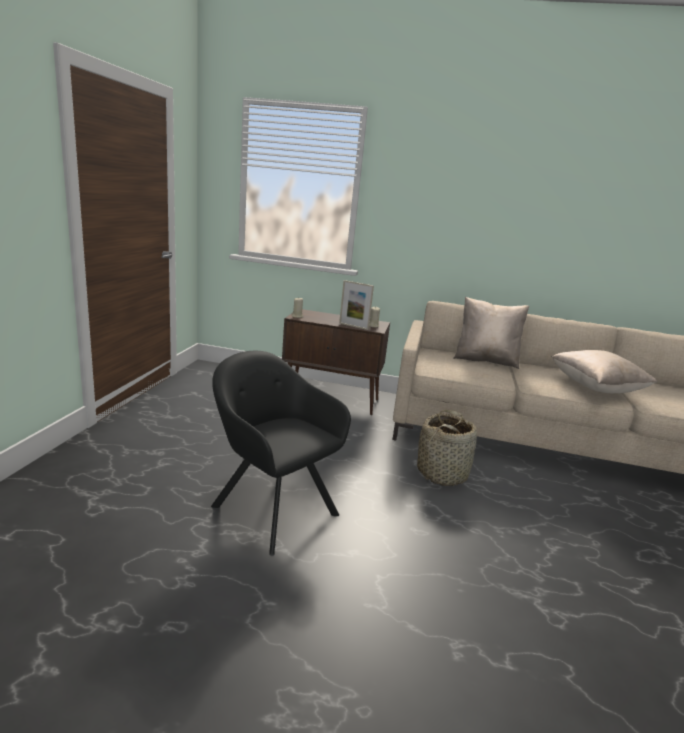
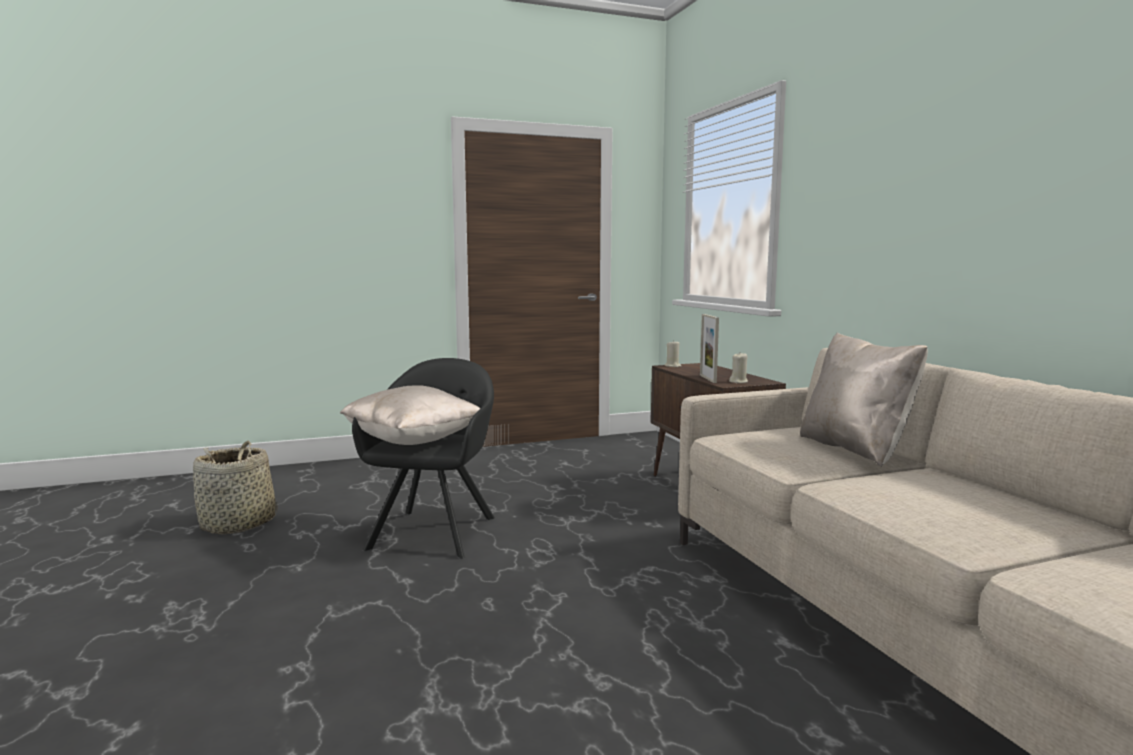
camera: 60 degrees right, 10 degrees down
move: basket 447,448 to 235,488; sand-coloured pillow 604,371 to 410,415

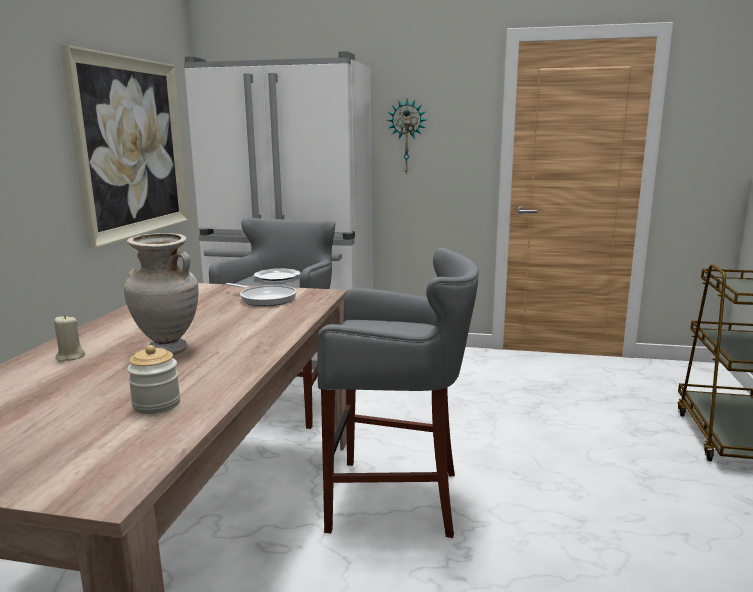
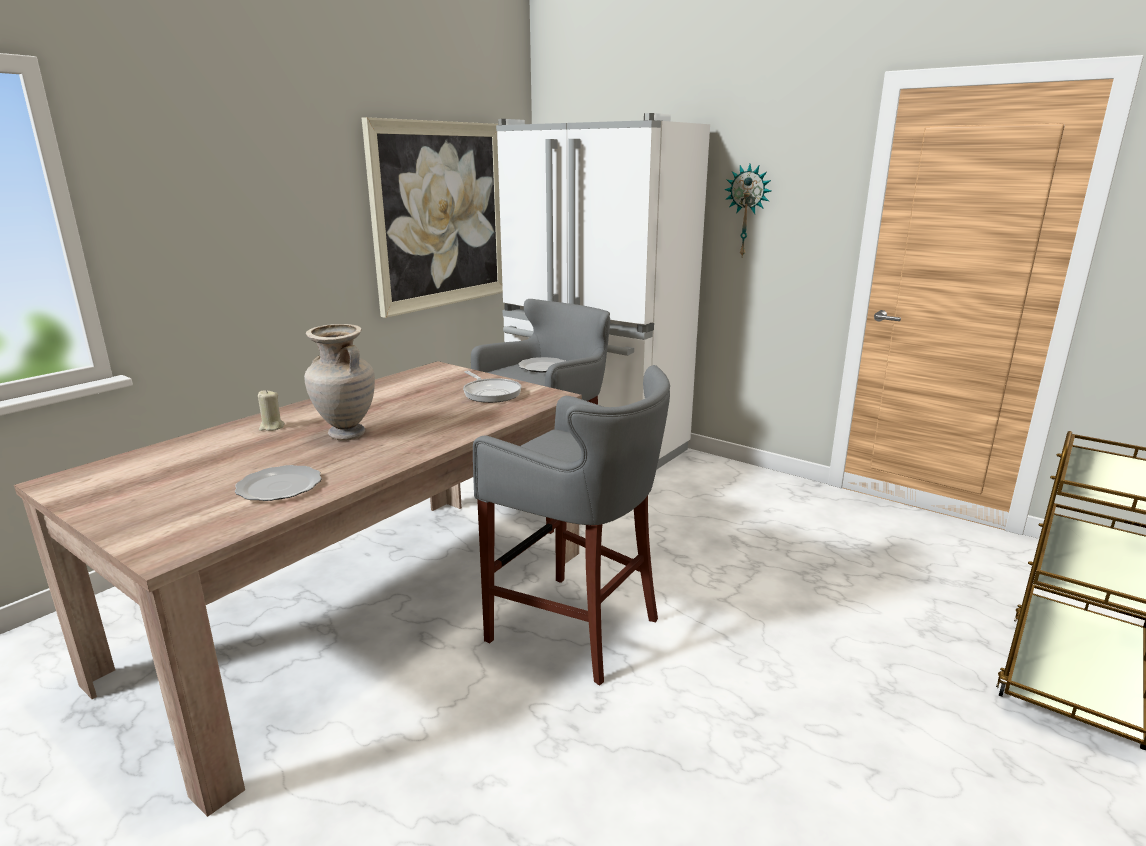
camera: 25 degrees right, 5 degrees up
replace: storage jar 154,379 to plate 278,483

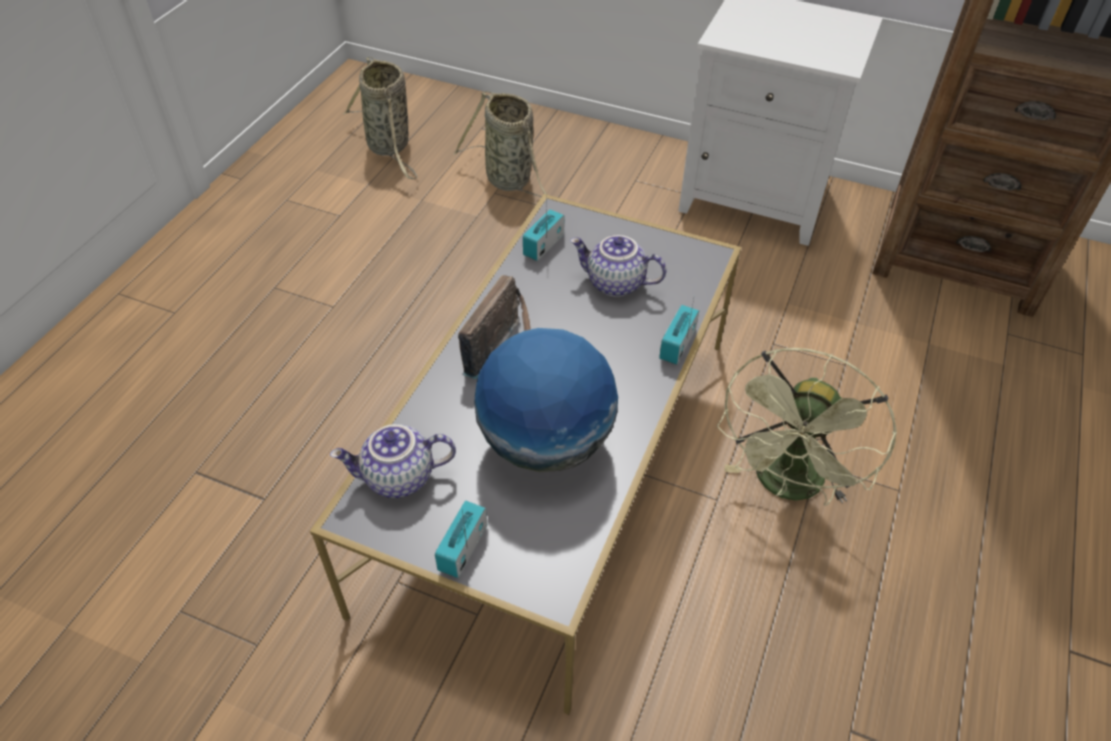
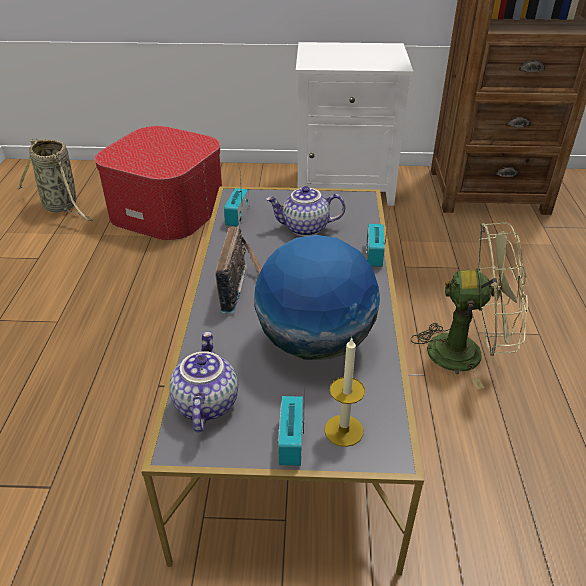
camera: 20 degrees left, 10 degrees down
insert: wax light 344,392
replace: basket 500,144 to footrest 158,183
rotate: pot for tea 393,461 = 203,381 120 degrees clockwise; green-coloured electric fan 807,427 = 469,306 90 degrees counterclockwise

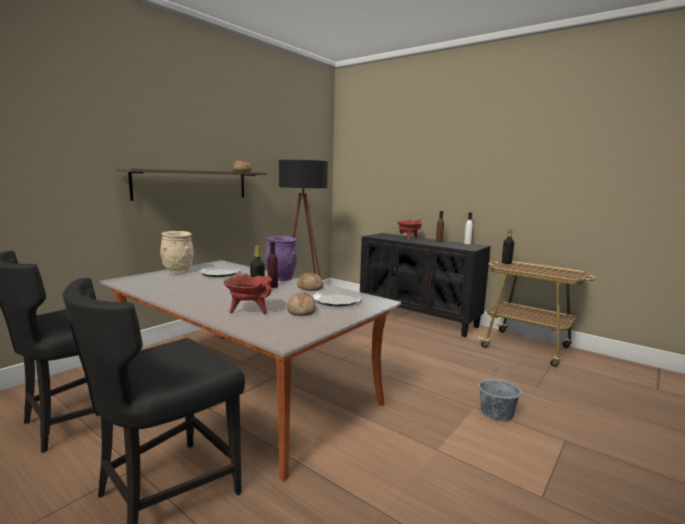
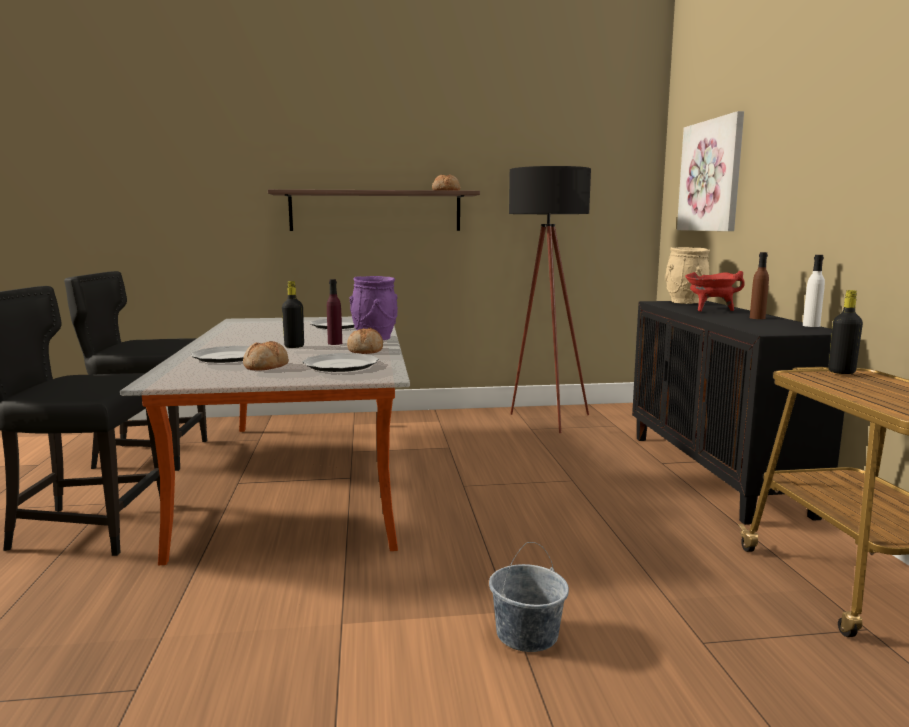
camera: 45 degrees right, 0 degrees up
insert: picture 710,171
move: sand-coloured vase 177,253 to 687,275
replace: reddish saucepot 247,293 to plate 220,354

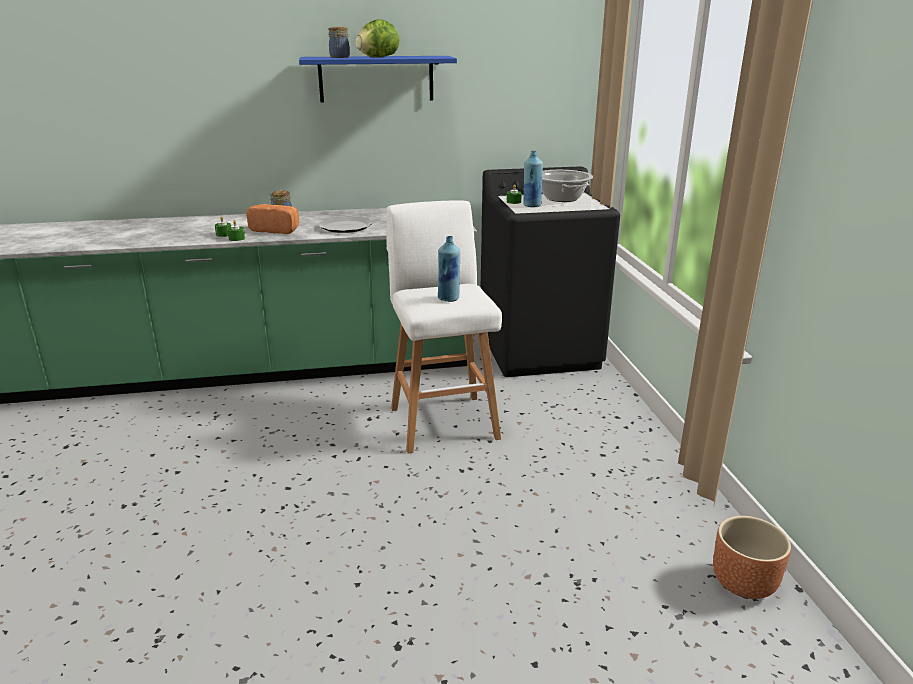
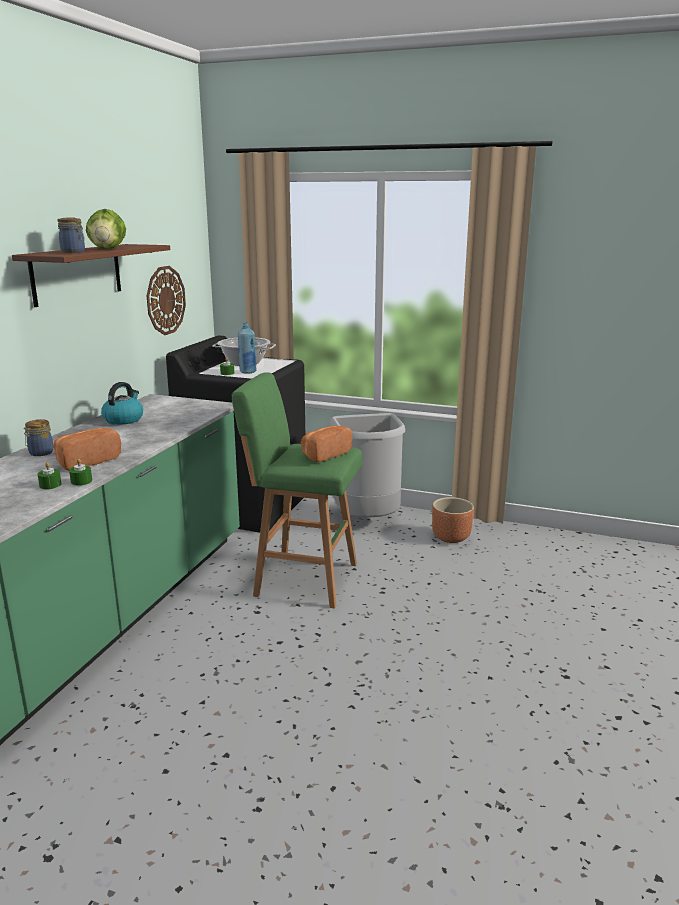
camera: 60 degrees left, 5 degrees down
delete: plate 345,224
insert: tea kettle 122,403; clock on the wall 166,300; grey waste bin 367,465
move: brown-coloured plant pot 752,557 to 453,520
replace: bluish drink bottle 449,269 to bakery bread 326,444
recolor: bluish shelf 378,79 to brown-coloured shelf 91,275; whitish sitting stool 444,326 to green-coloured sitting stool 297,490

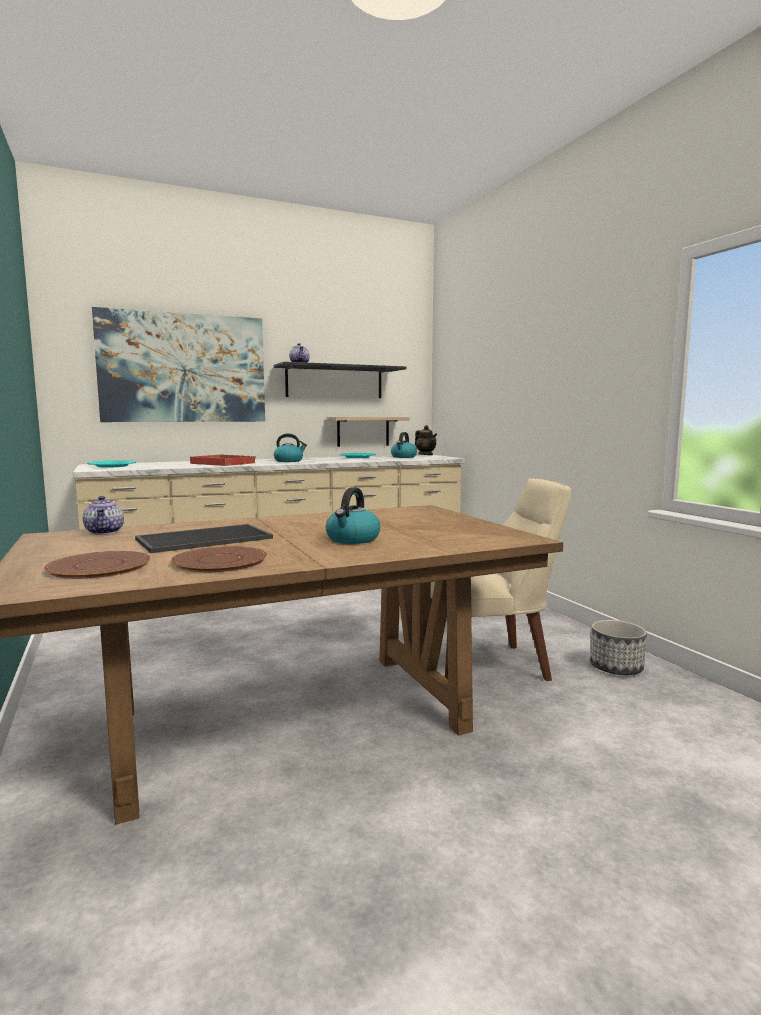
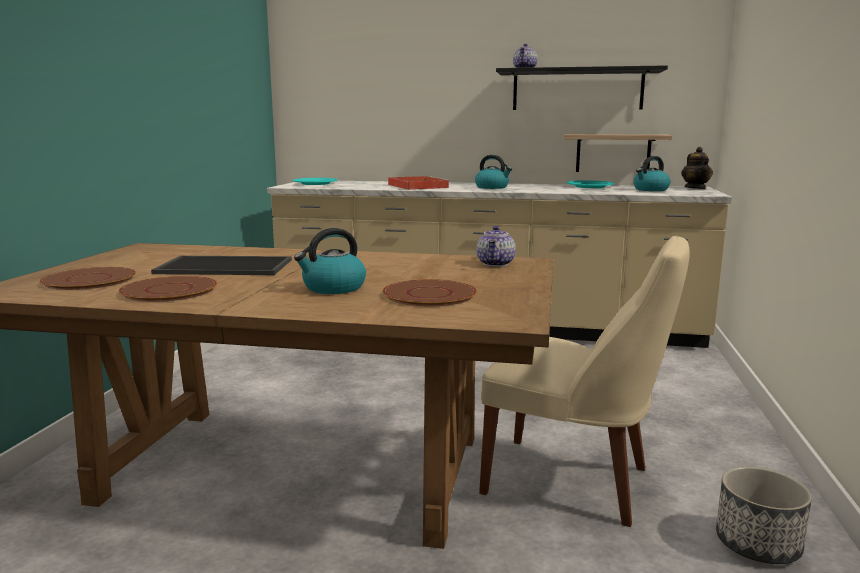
camera: 35 degrees right, 5 degrees up
delete: picture 178,364
insert: brown-coloured plate 429,292
move: pot for tea 103,515 to 496,246

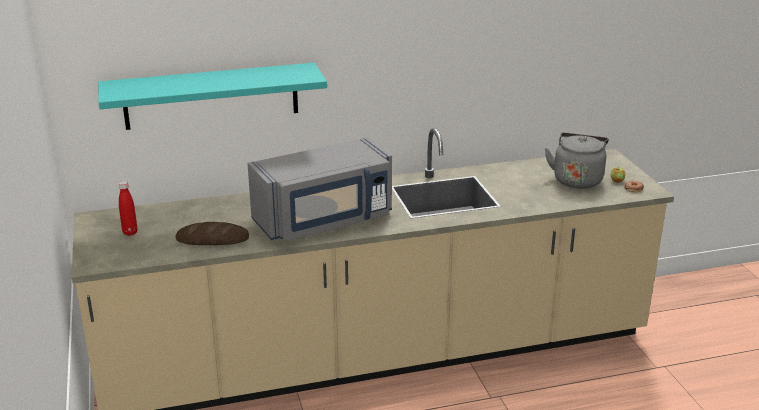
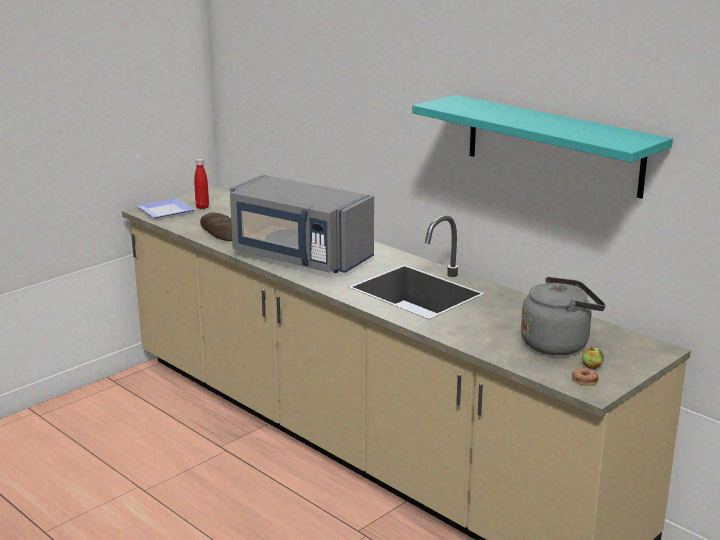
camera: 60 degrees right, 5 degrees down
insert: plate 165,208
move: blue-green shelf 212,96 to 542,147

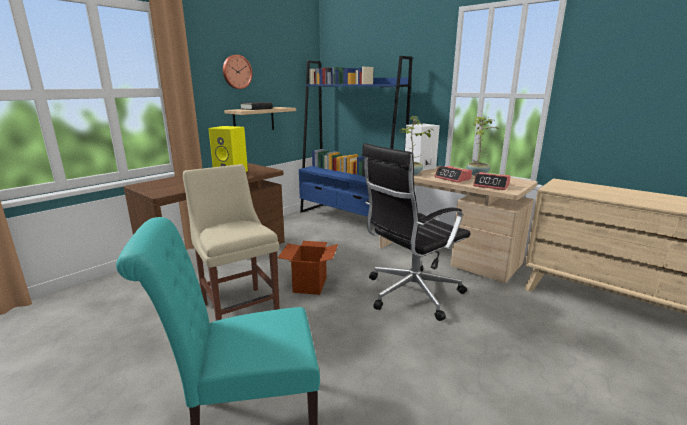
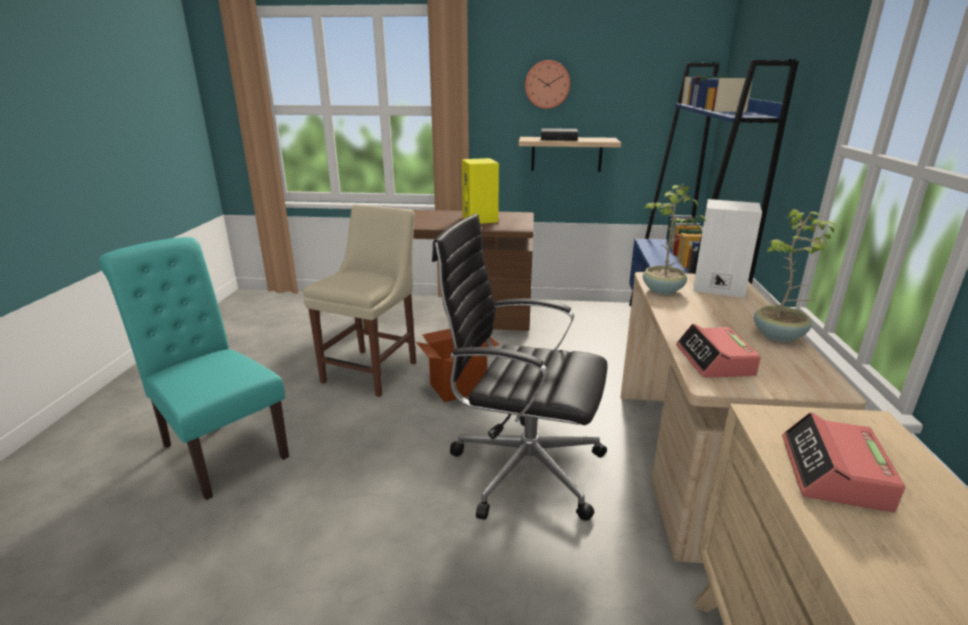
camera: 55 degrees right, 5 degrees up
move: bedside clock 453,174 to 843,462

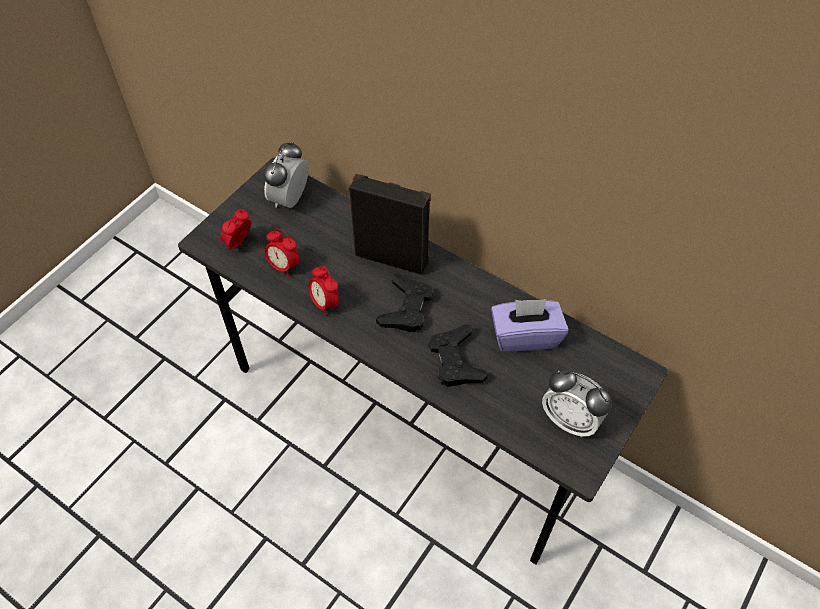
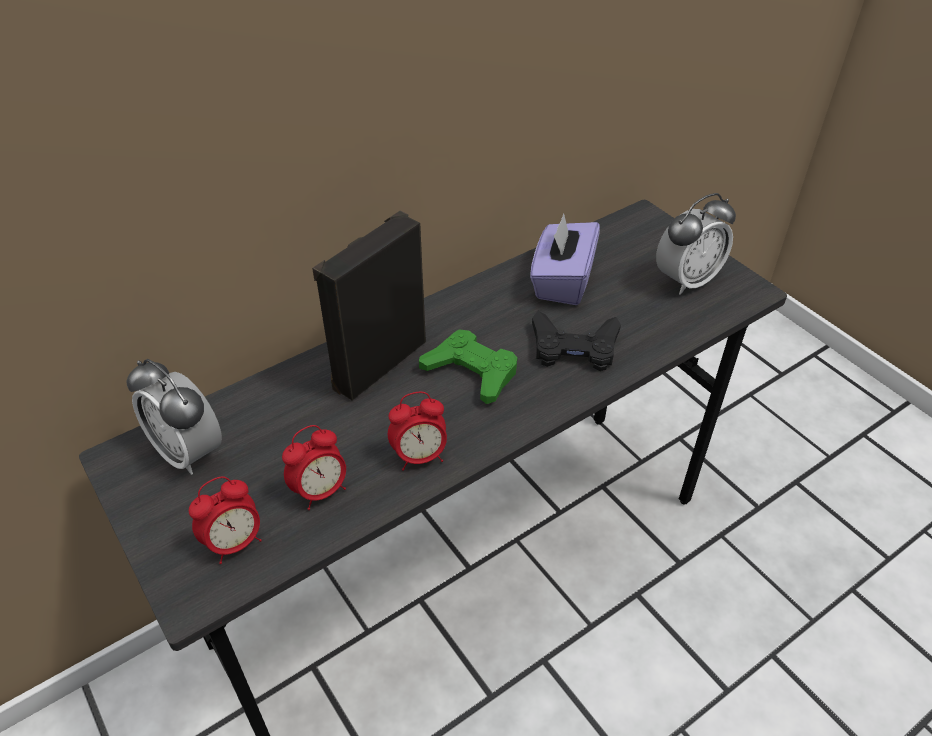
camera: 70 degrees left, 10 degrees down
recolor: black-coloured joypad 405,303 to green-coloured joypad 468,366
rotate: bedside clock 235,229 = 225,520 90 degrees counterclockwise

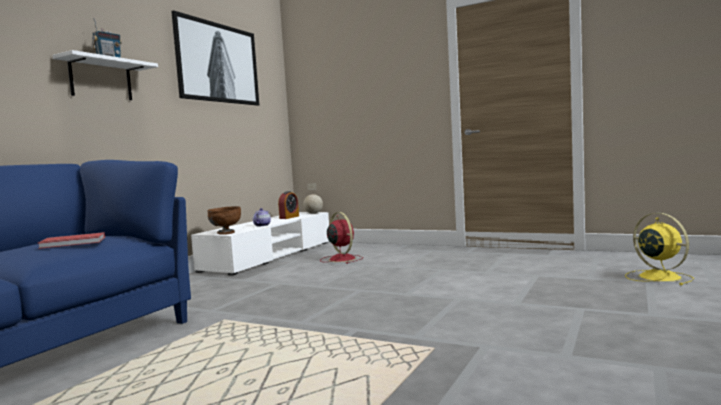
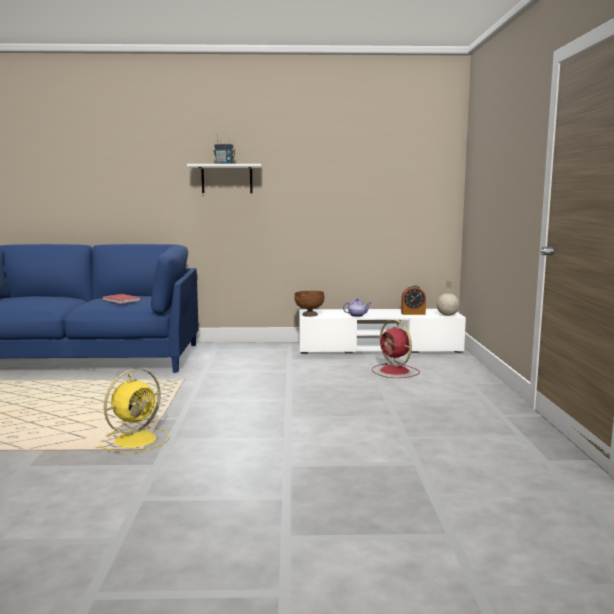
camera: 60 degrees right, 5 degrees up
delete: picture 215,58
move: yellow-coloured electric fan 659,249 to 134,411
rotate: reddish electric fan 341,238 = 396,349 120 degrees clockwise

